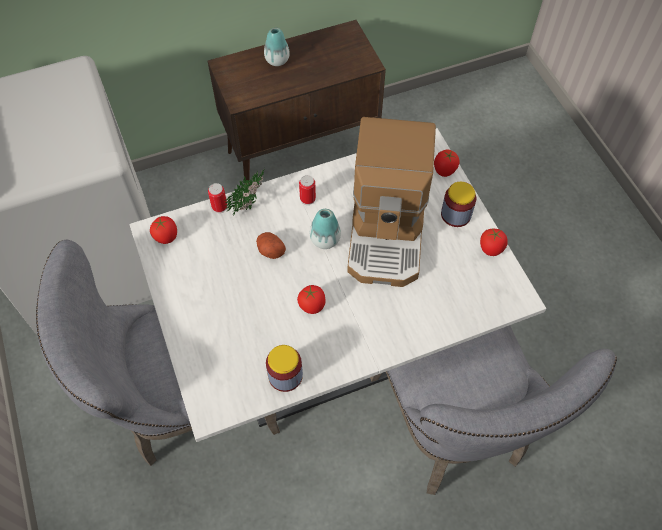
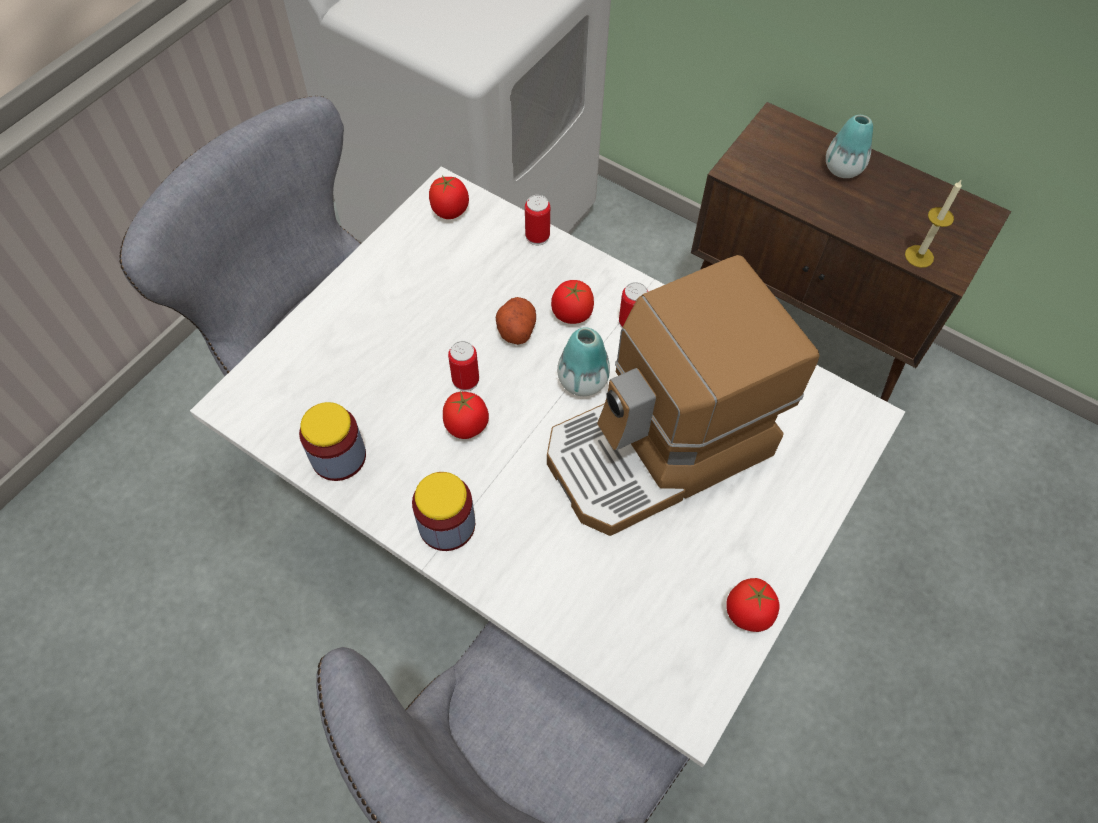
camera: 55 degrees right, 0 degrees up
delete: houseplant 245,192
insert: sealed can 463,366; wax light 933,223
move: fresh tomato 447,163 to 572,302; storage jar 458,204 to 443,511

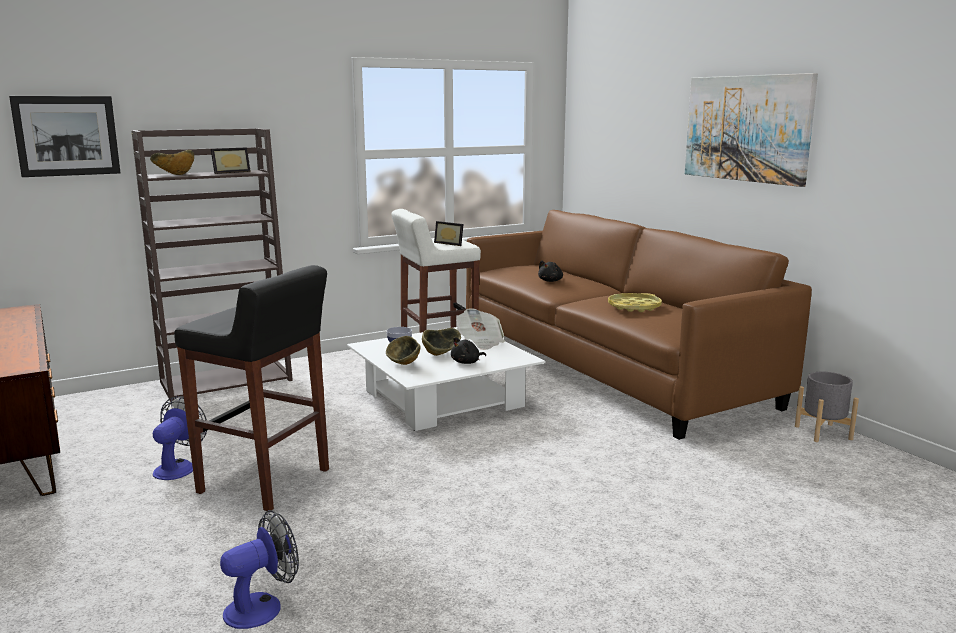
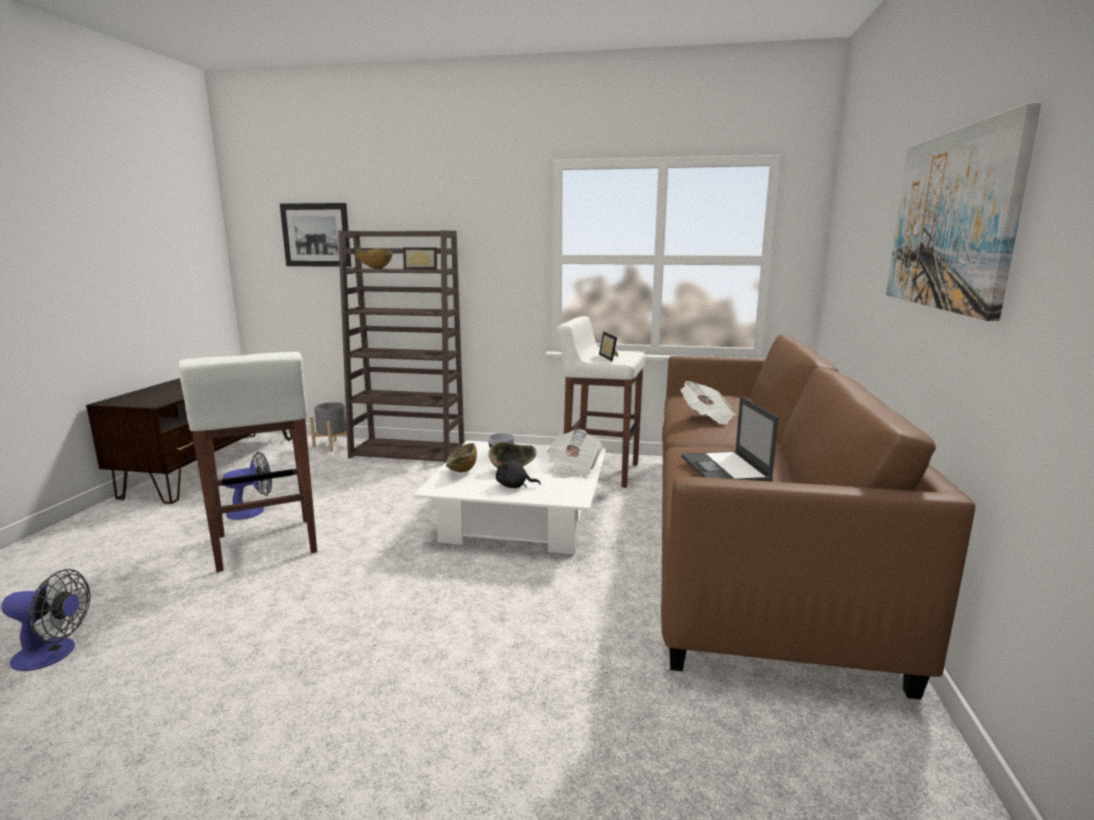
camera: 40 degrees right, 0 degrees up
move: grey plant pot 827,407 to 328,427
replace: black-coloured plush toy 550,271 to printed paper 708,403; yellow-coloured tray 635,302 to notebook computer 730,439
recolor: black-coloured sitting stool 251,388 to whitish sitting stool 248,462

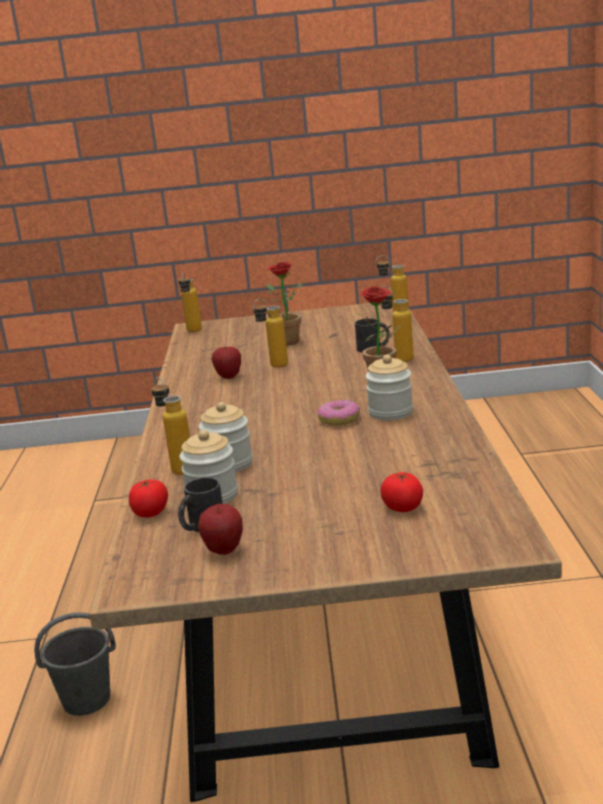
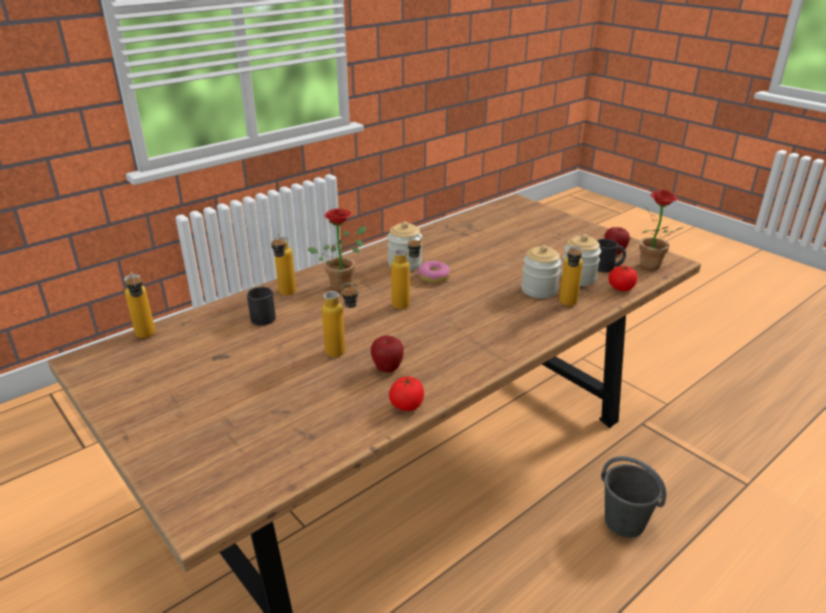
camera: 130 degrees left, 10 degrees up
move: drink bottle 190,302 to 406,272; houseplant 284,303 to 661,229; fresh tomato 402,492 to 406,393

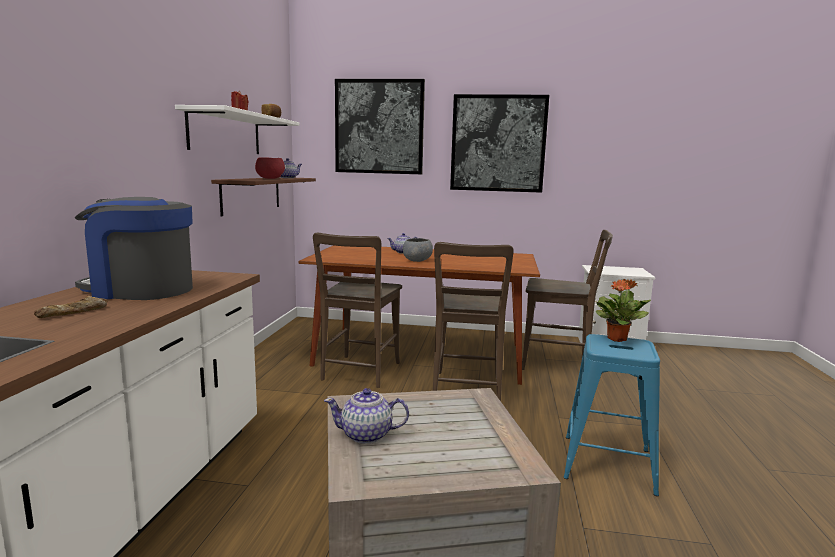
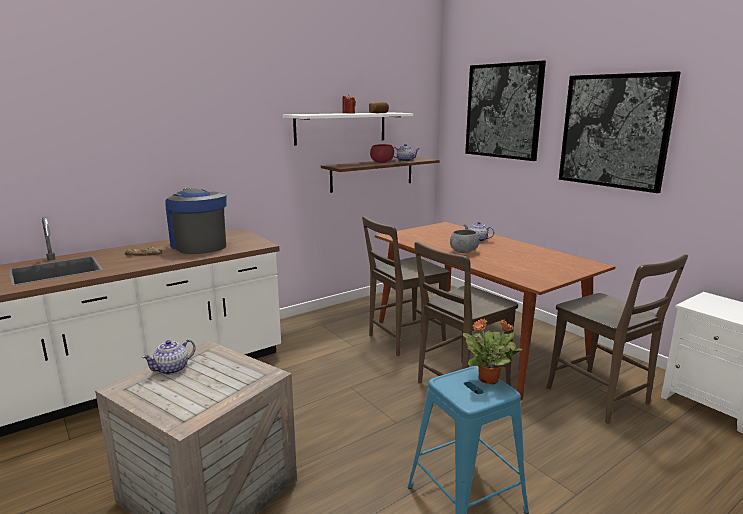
camera: 45 degrees right, 5 degrees up
rotate: pot for tea 366,416 = 169,357 90 degrees counterclockwise

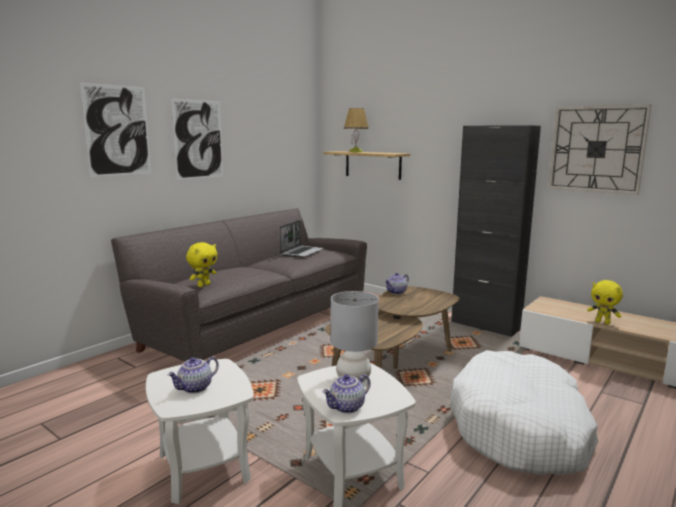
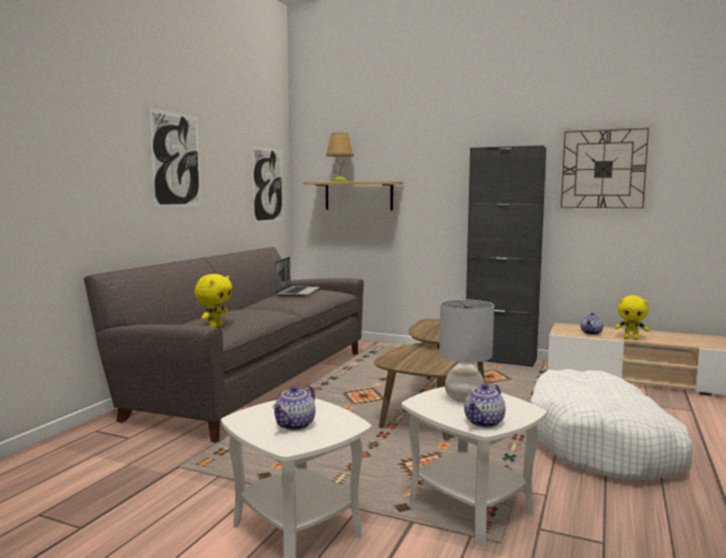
camera: 15 degrees left, 5 degrees down
move: picture 115,129 to 267,184; pot for tea 397,284 to 591,323

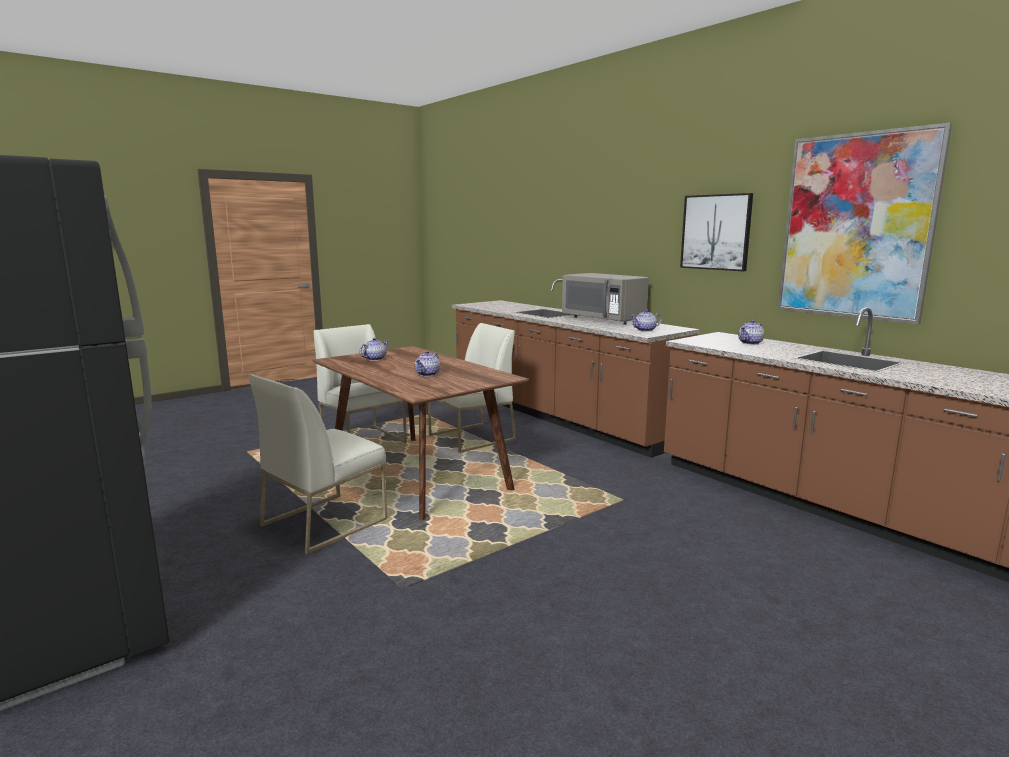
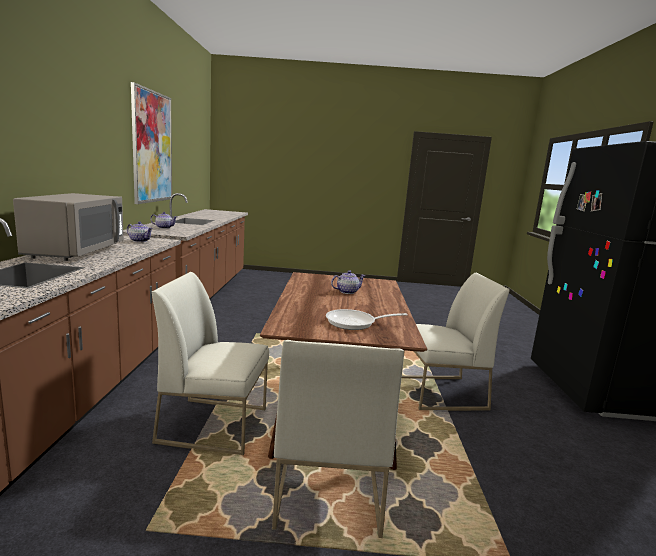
camera: 140 degrees left, 0 degrees up
delete: picture 716,232
replace: pot for tea 373,349 to skillet 367,319

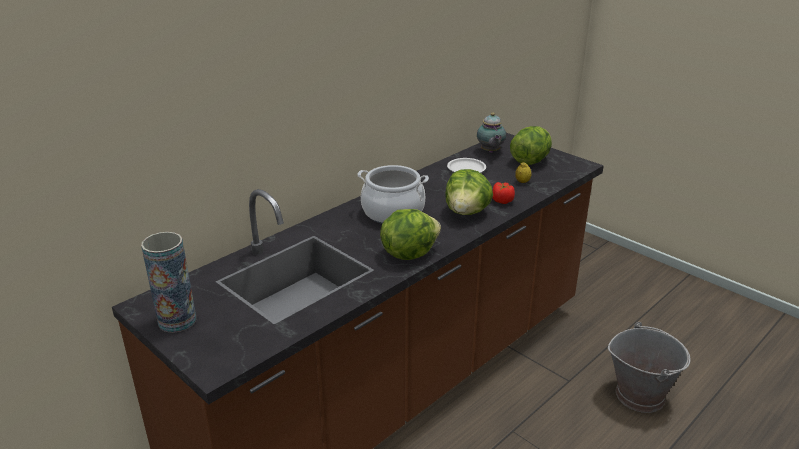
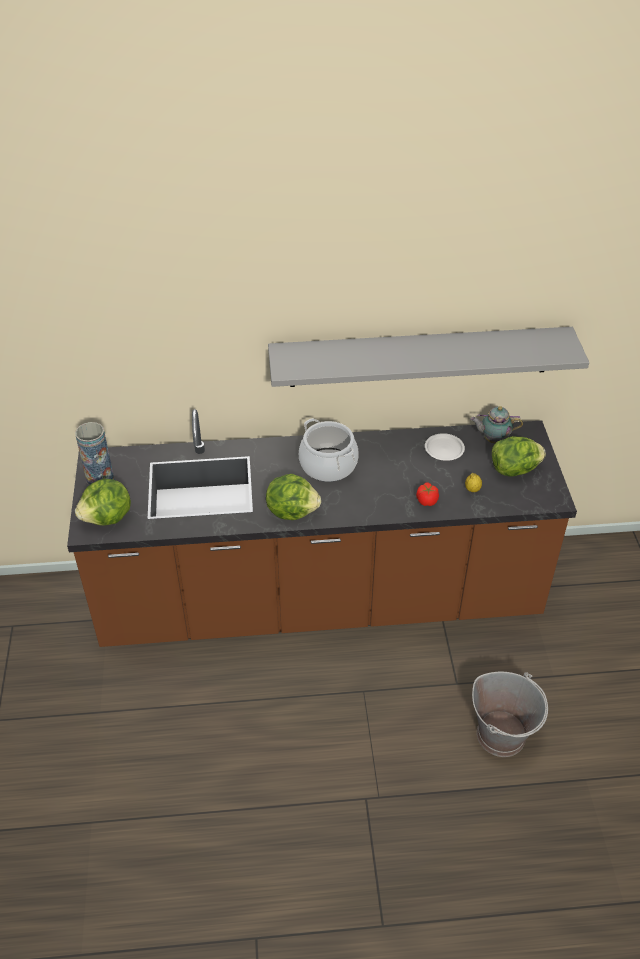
camera: 40 degrees right, 15 degrees up
insert: grey shelf 428,357
move: head of lettuce 469,192 to 103,502
rotate: pot for tea 491,133 = 496,425 60 degrees clockwise

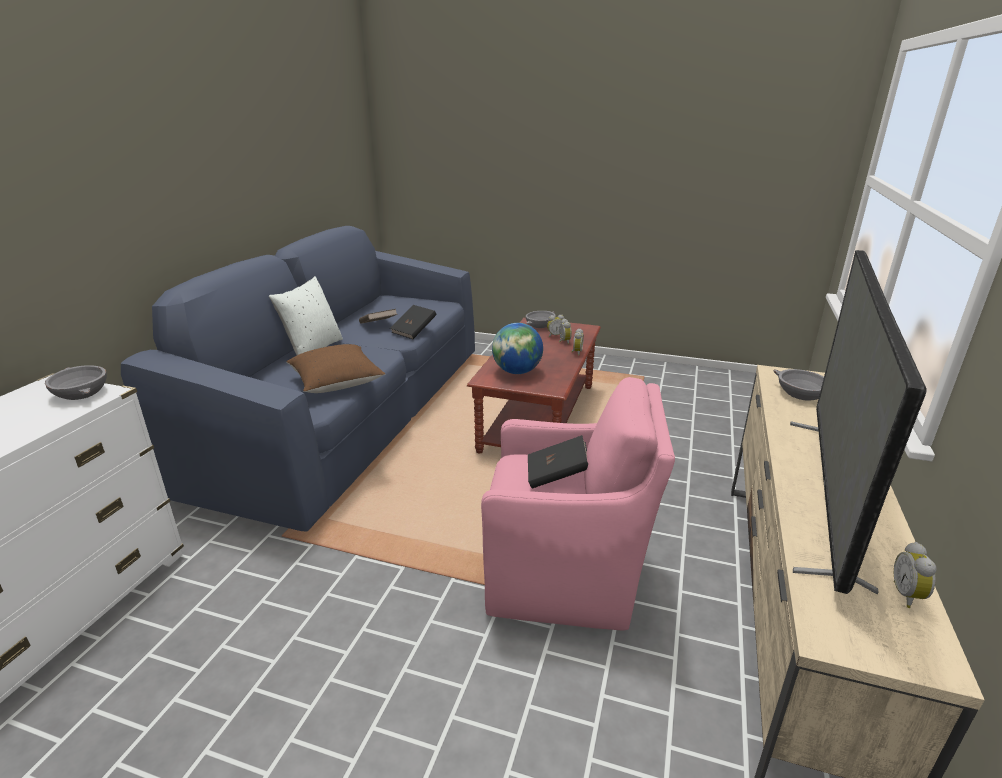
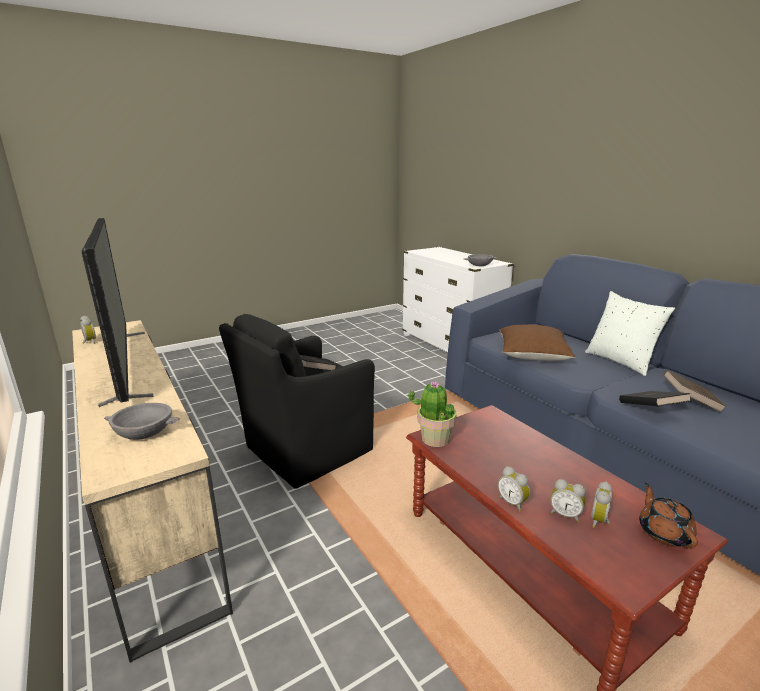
camera: 130 degrees right, 5 degrees down
delete: desk globe 517,348
insert: houseplant 432,413
replace: grey bowl 541,319 to brown-coloured pot for tea 668,515
recolor: pink-coloured armchair 578,504 to black-coloured armchair 297,401

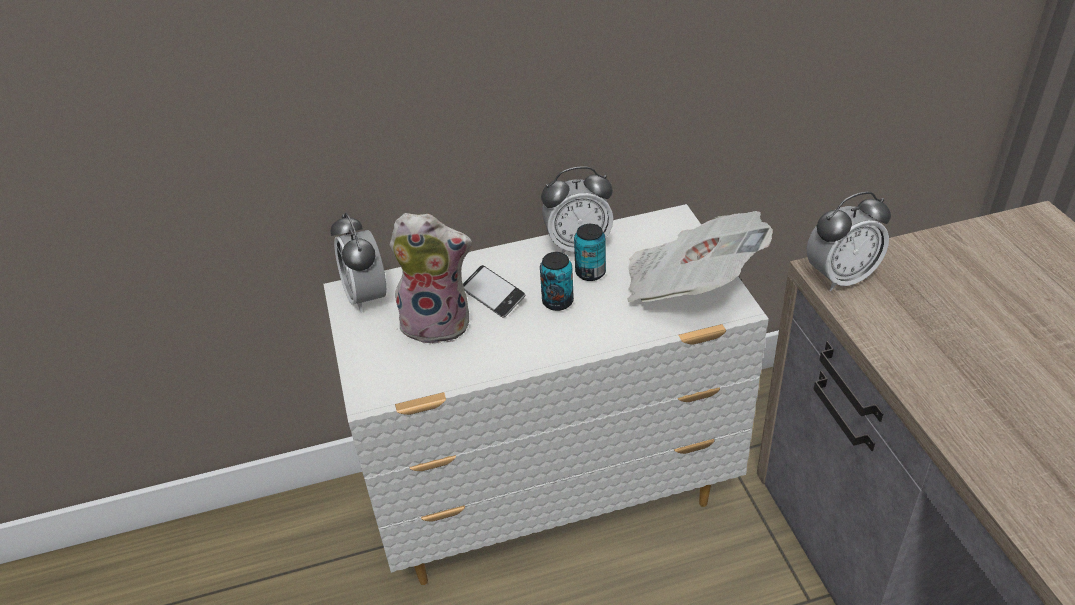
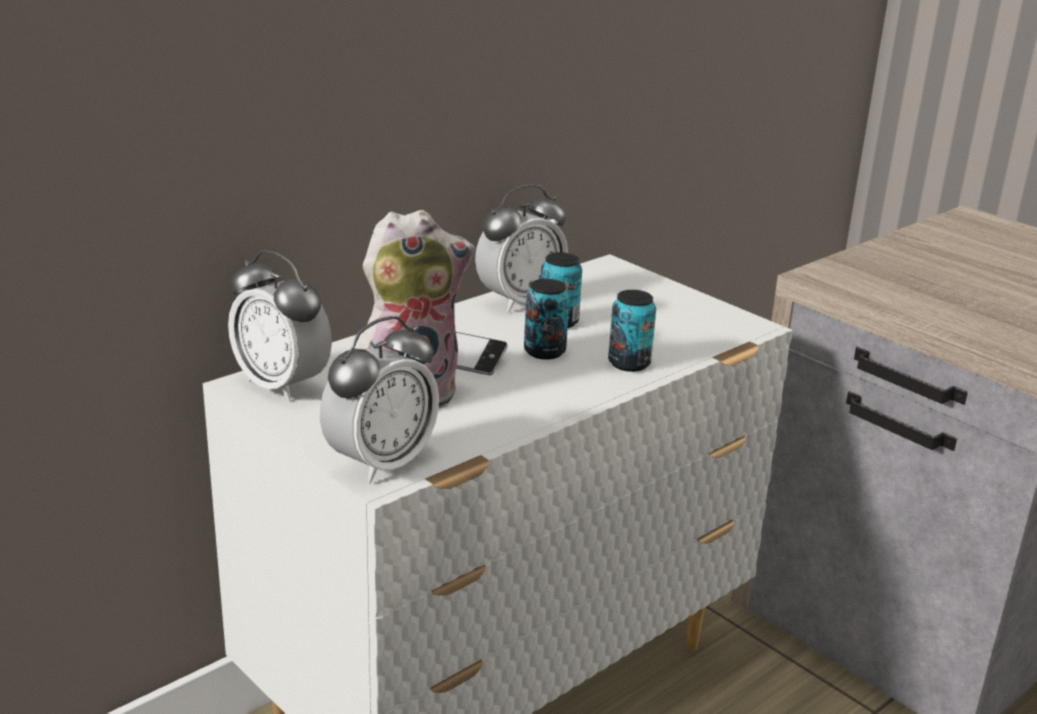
camera: 30 degrees left, 15 degrees down
delete: printed paper 700,256
insert: sealed can 632,331
move: bedside clock 849,241 to 379,399

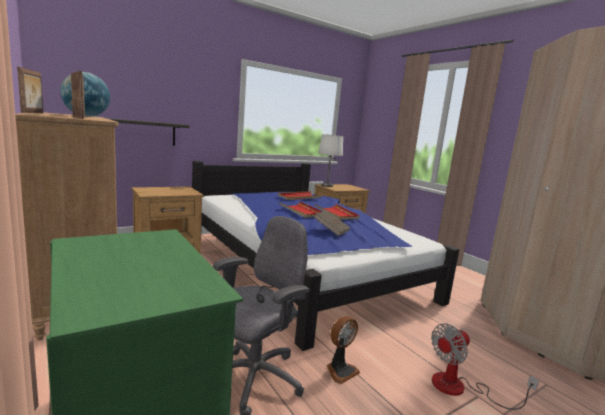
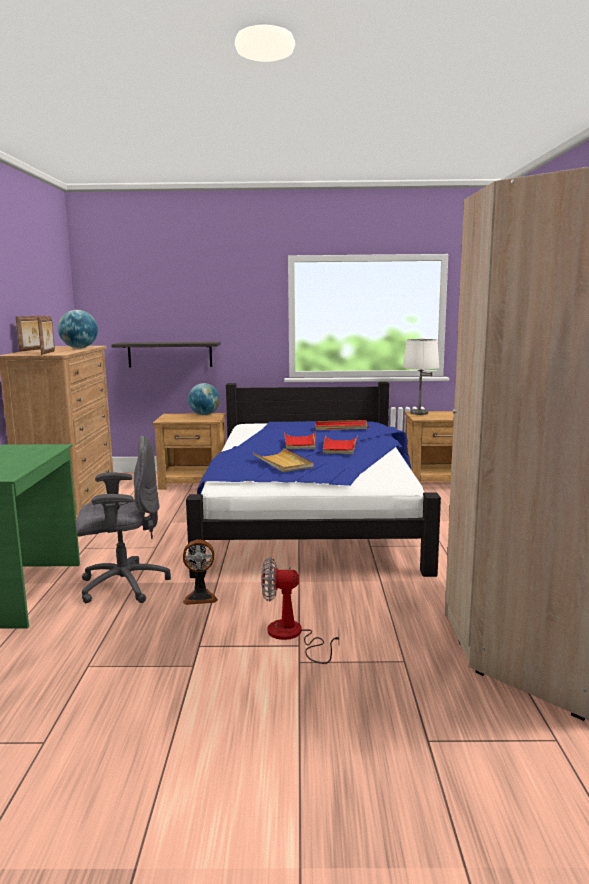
camera: 35 degrees right, 0 degrees up
insert: desk globe 204,399
replace: brown-coloured book 332,223 to sand-coloured tray 282,460

